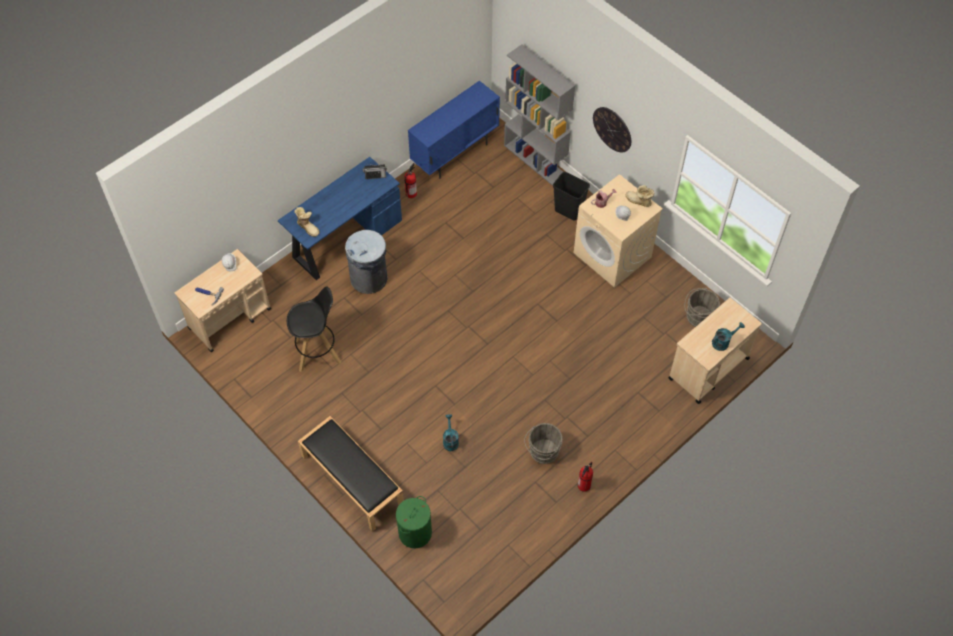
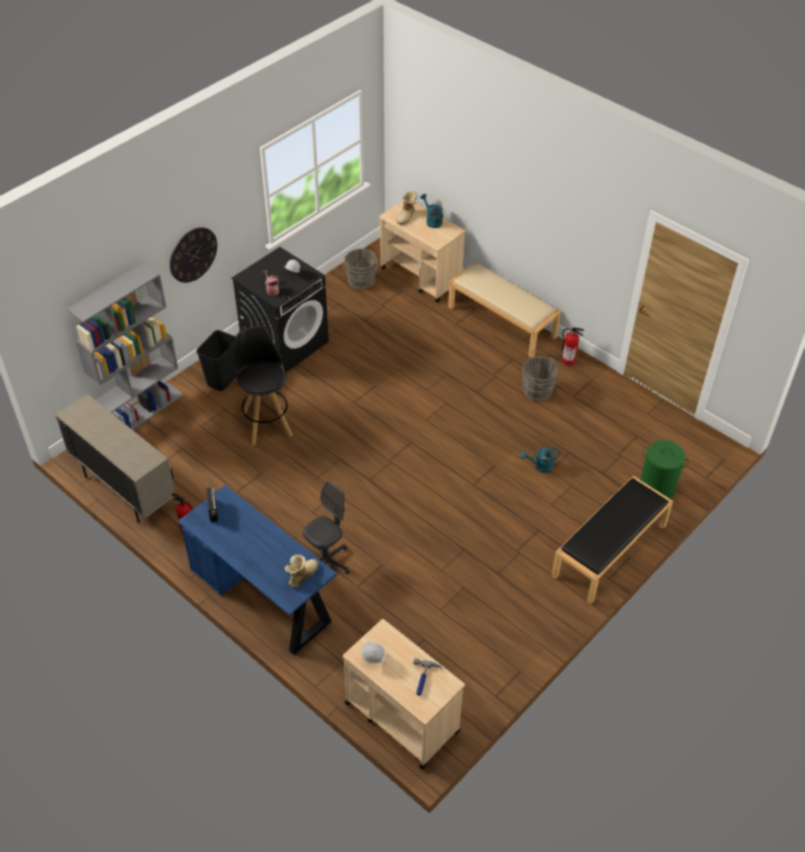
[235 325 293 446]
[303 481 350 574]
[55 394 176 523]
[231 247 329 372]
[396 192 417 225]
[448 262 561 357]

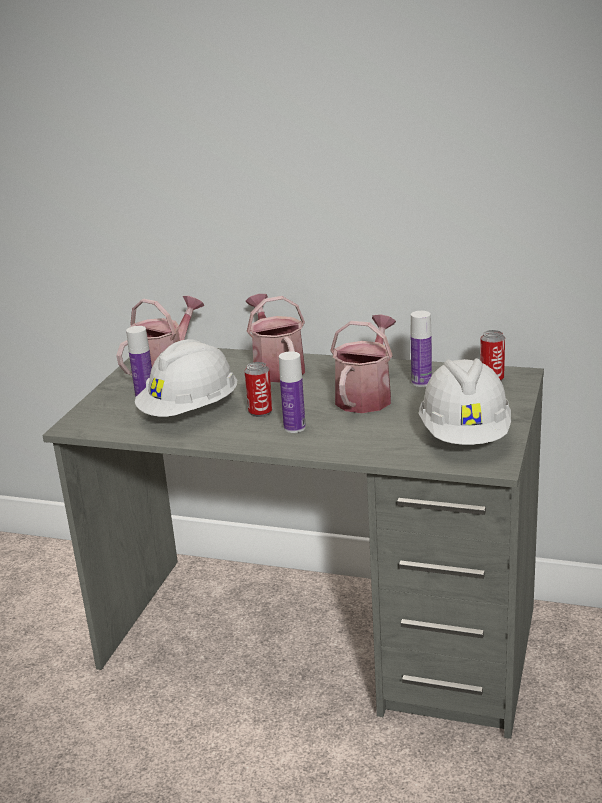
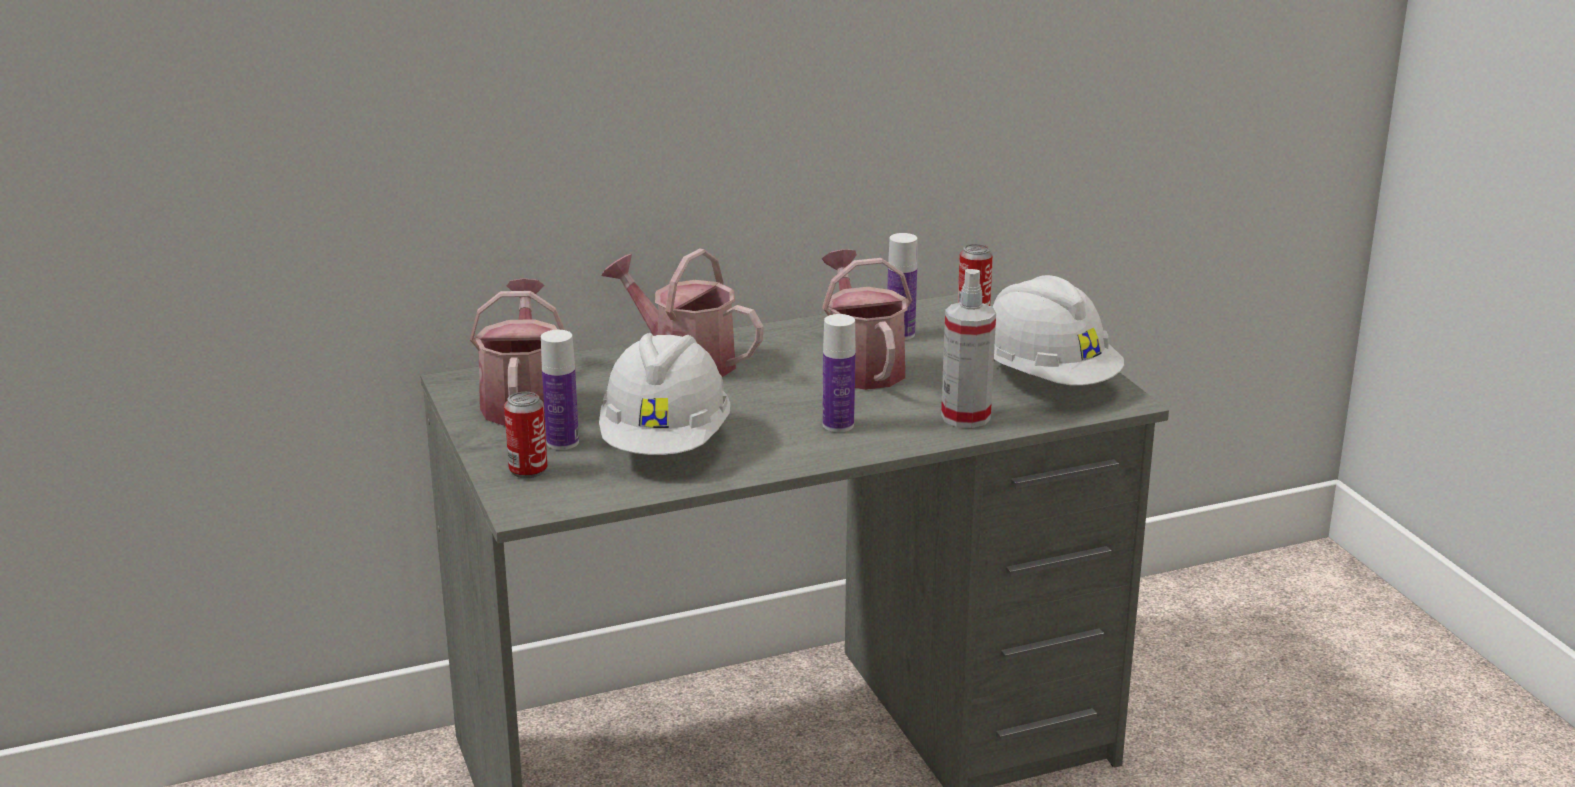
[504 392 547 478]
[941 269 996 428]

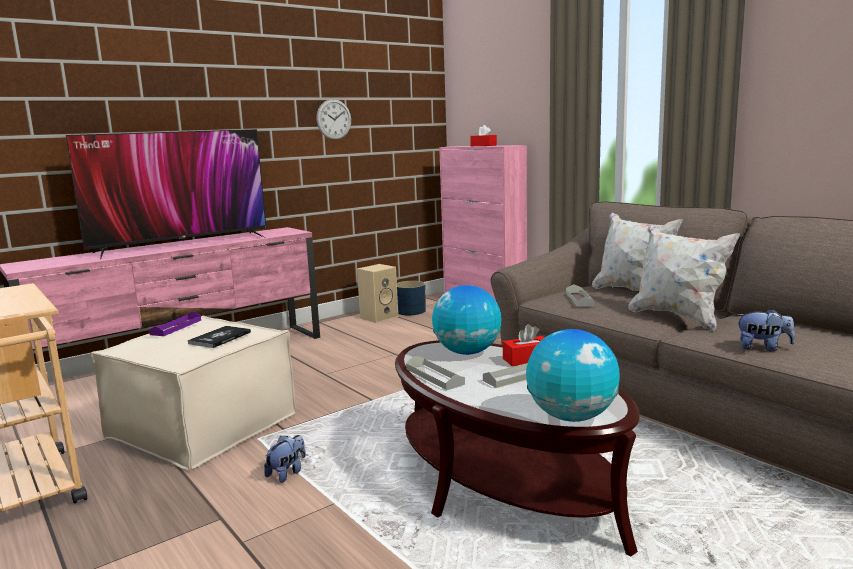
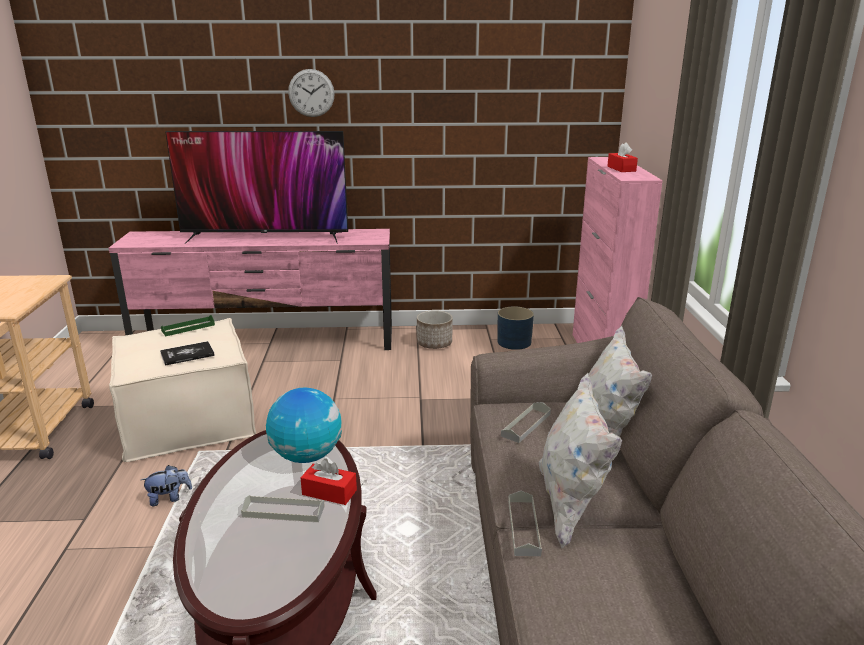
[161 315 215 336]
[288 69 335 117]
[357 264 398 323] (first image)
[508 491 542 556]
[526 329 620 422] (first image)
[737 308 795 352] (first image)
[417 310 453 349]

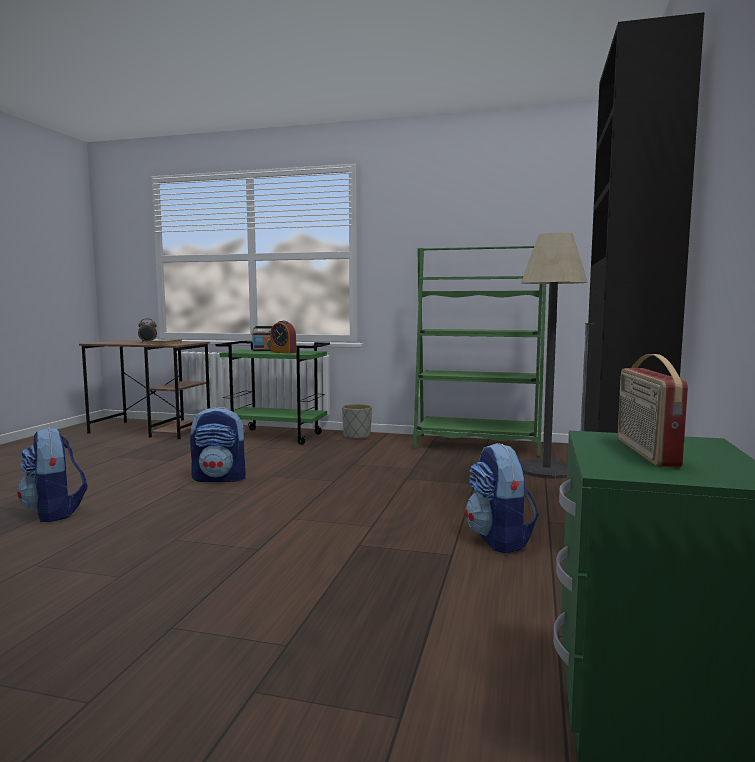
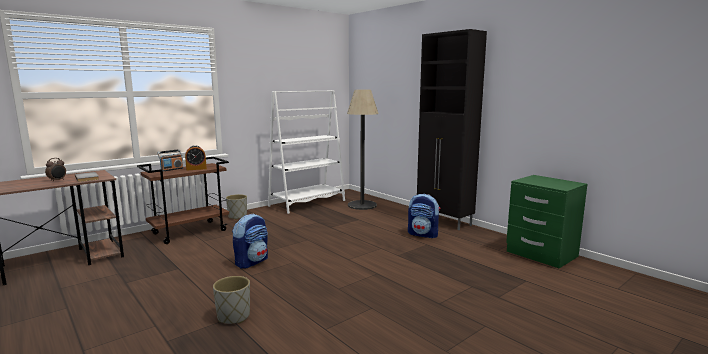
[213 276 250 324]
[137 157 229 244]
[268 90 345 214]
[618 354 688 467] (first image)

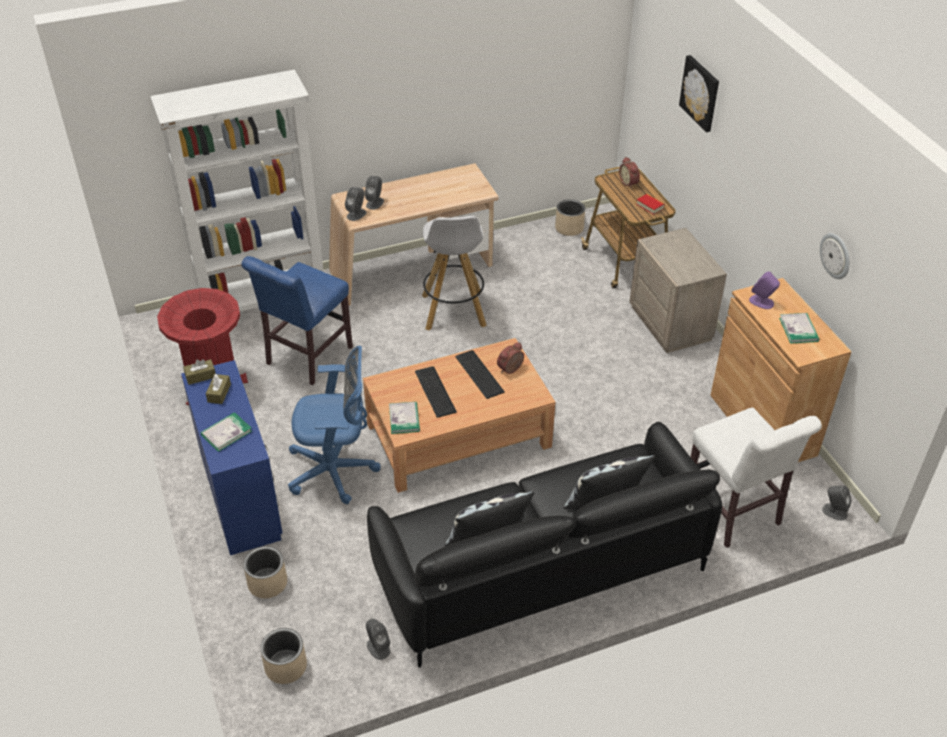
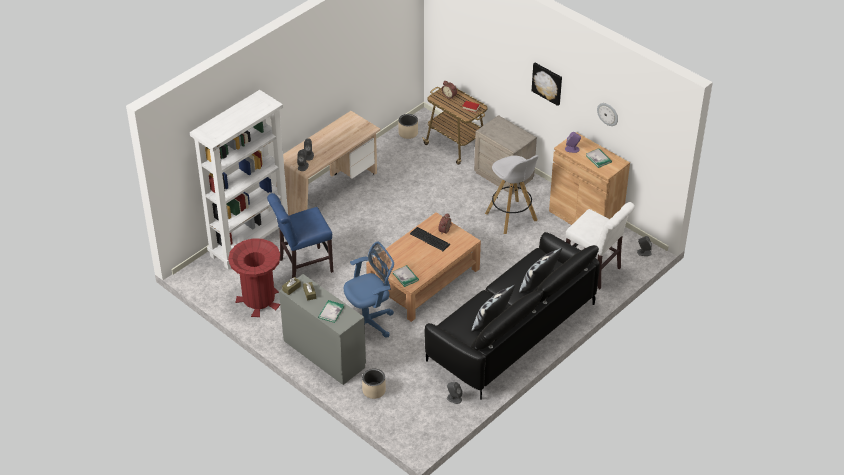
[279 274 366 385]
[267 193 333 278]
[260 628 307 684] (first image)
[415 366 457 418] (first image)
[485 155 538 234]
[532 63 562 106]

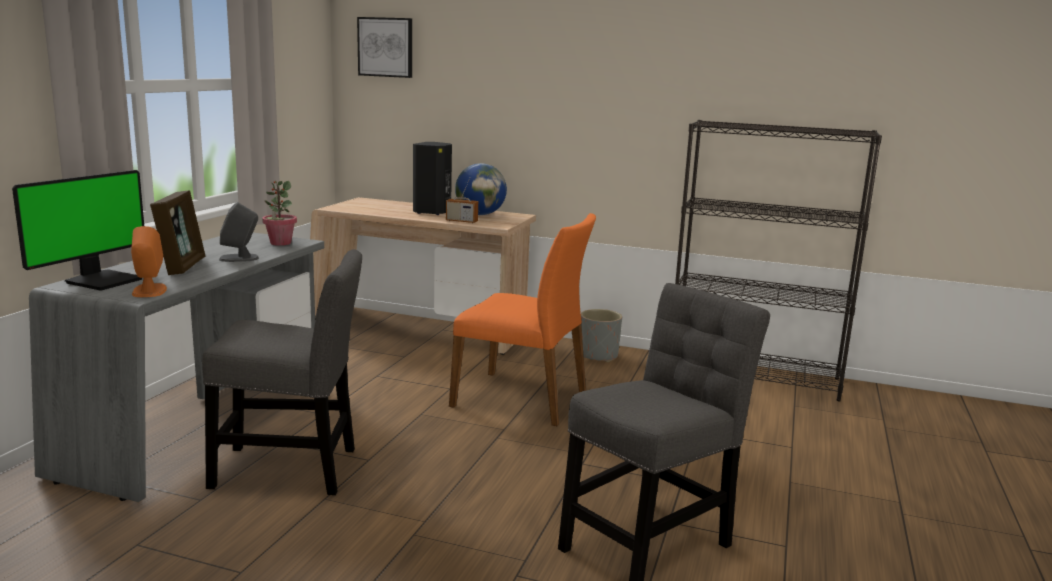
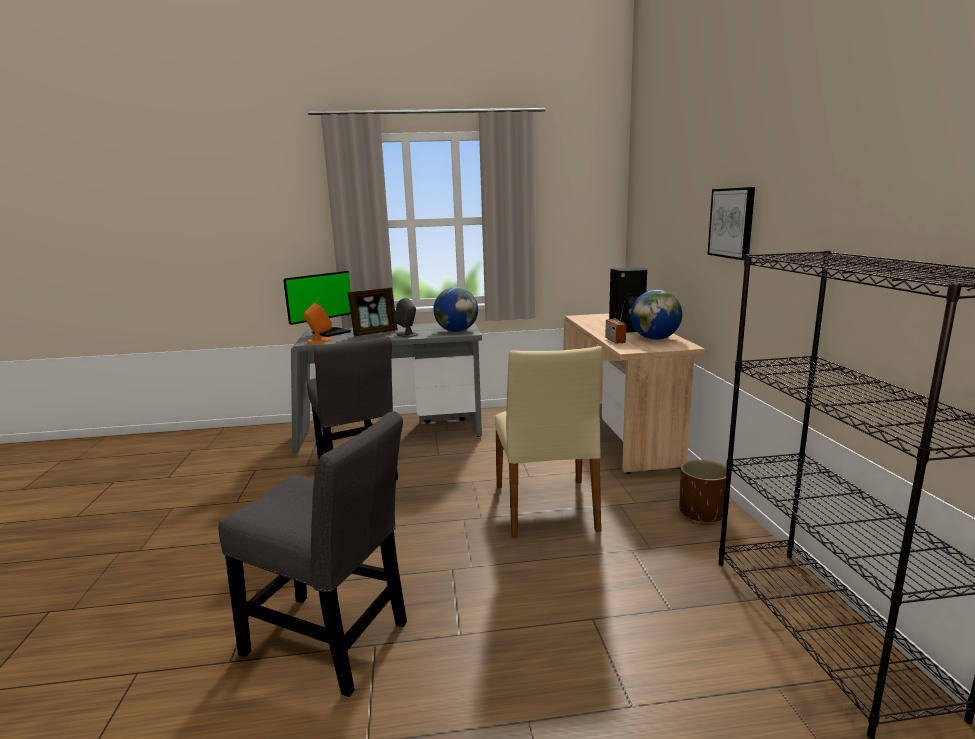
[283 271 351 337]
[433 287 478 332]
[707 187 755 260]
[495 346 602 538]
[679 460 727 523]

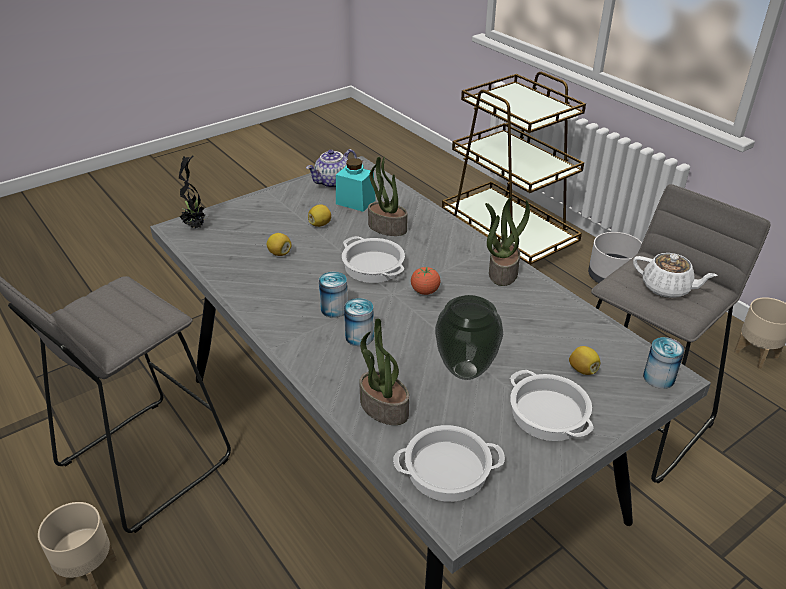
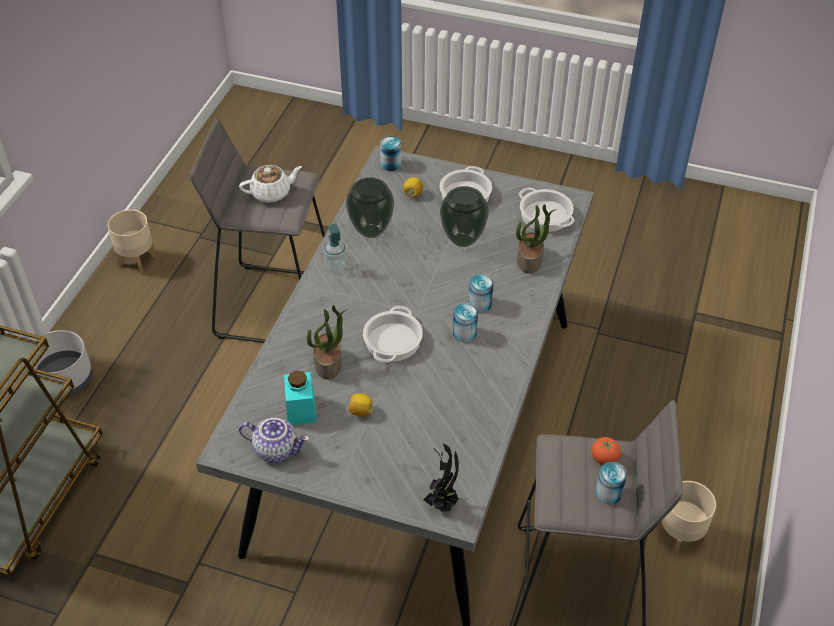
[267 233 292 256] (first image)
[591 437 621 465]
[324 223 347 272]
[239 165 302 203]
[346 177 394 238]
[595 462 627 505]

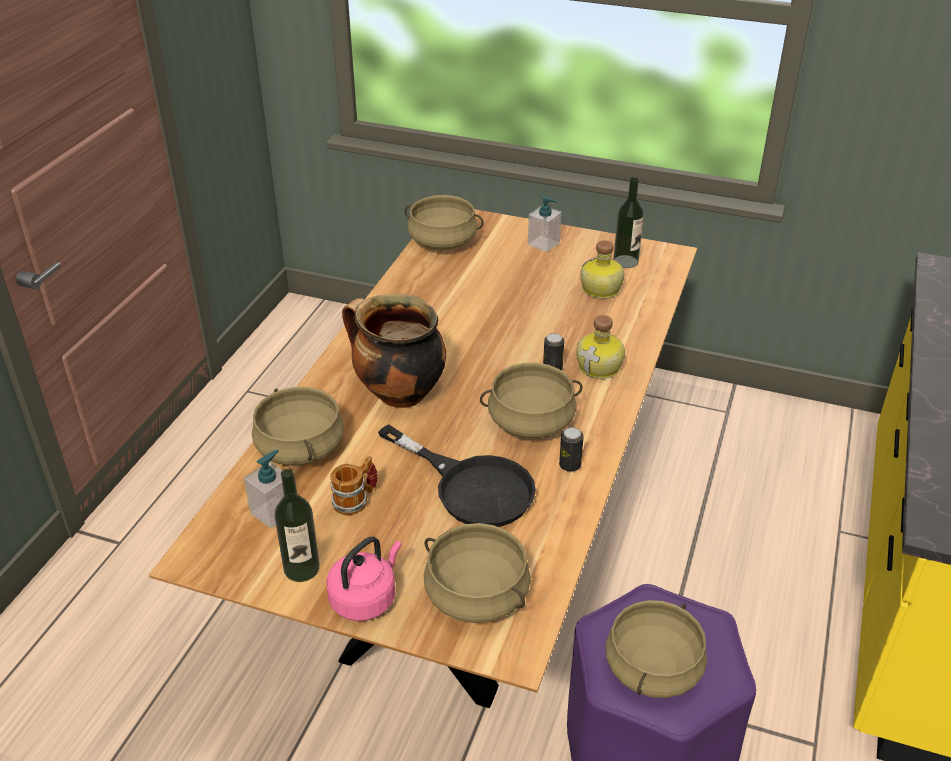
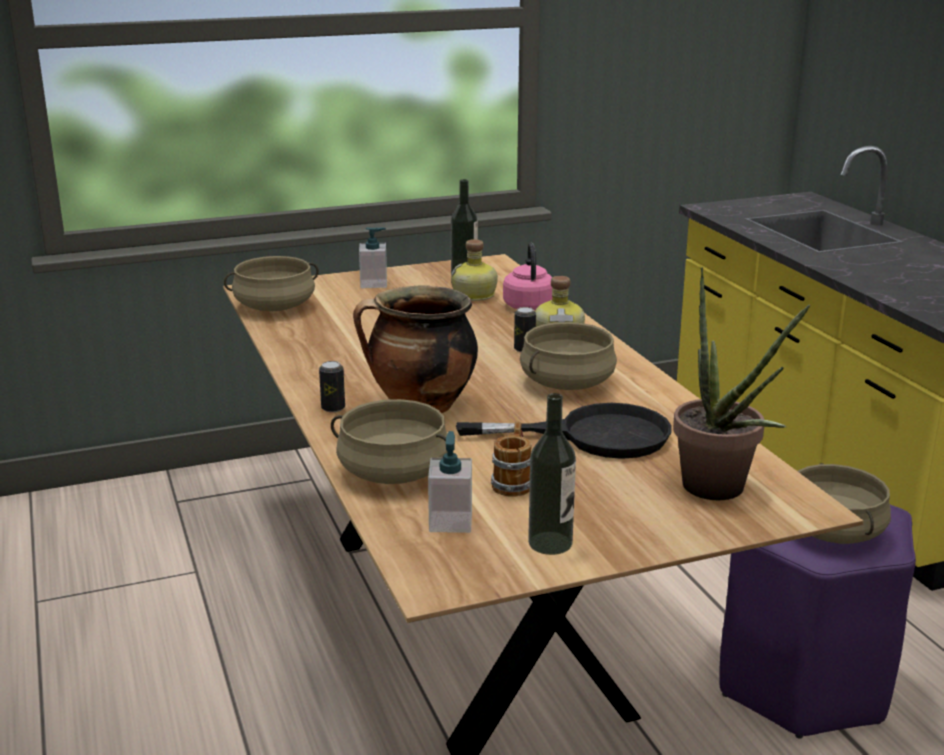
[503 243 552 310]
[673 267 811 500]
[319 361 345 412]

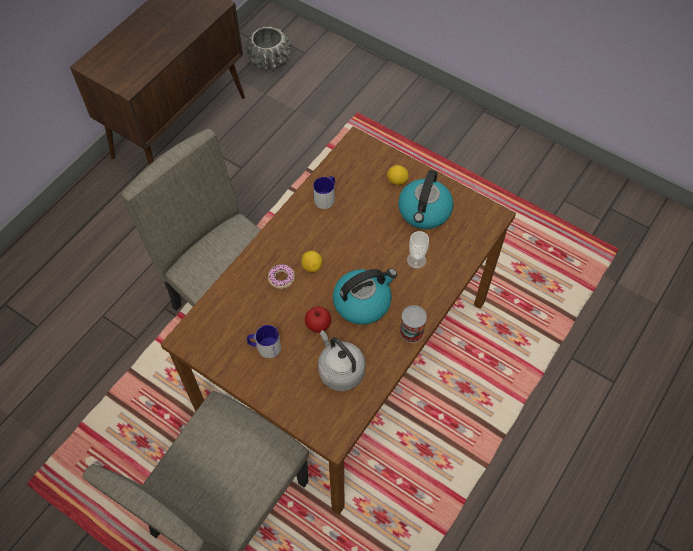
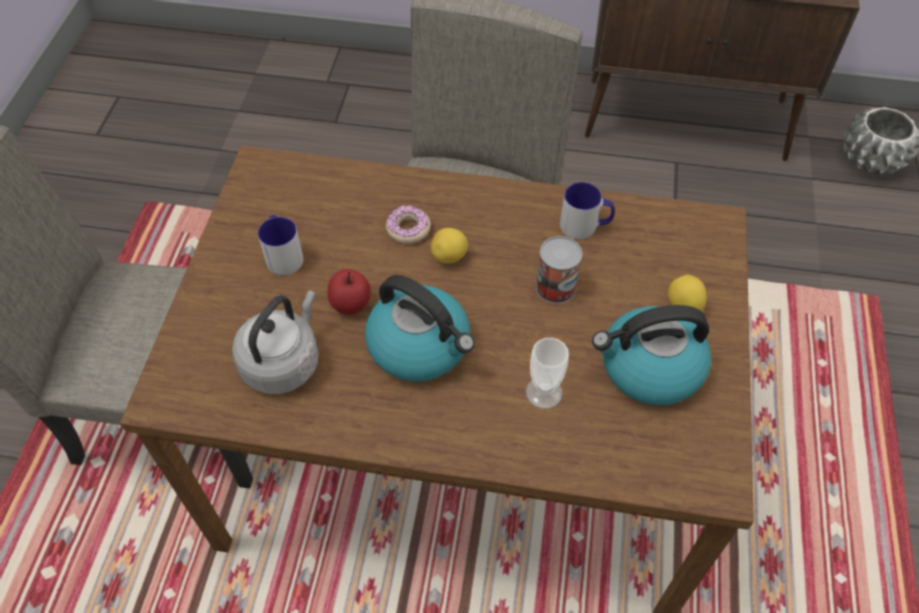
[536 236 582 304]

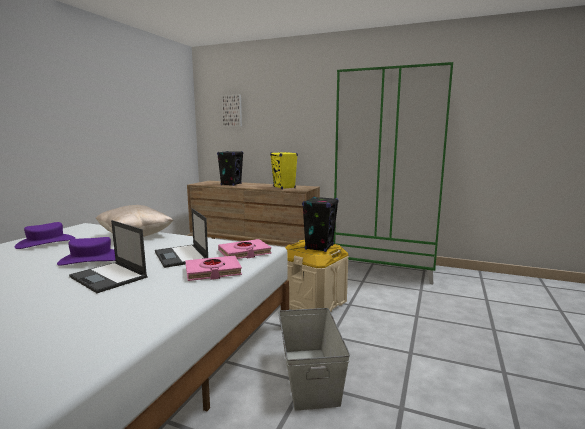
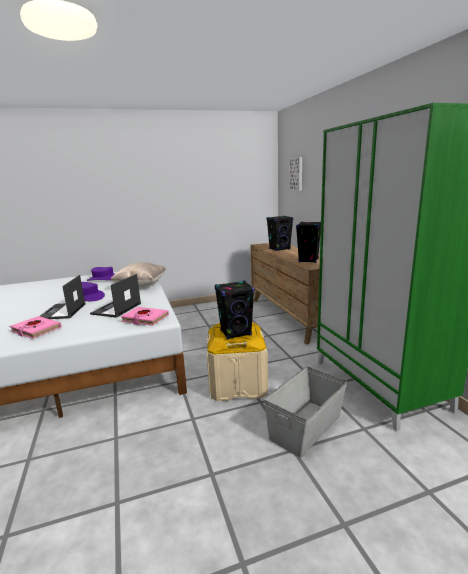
[9 316 62 339]
[296 221 321 263]
[264 366 347 457]

